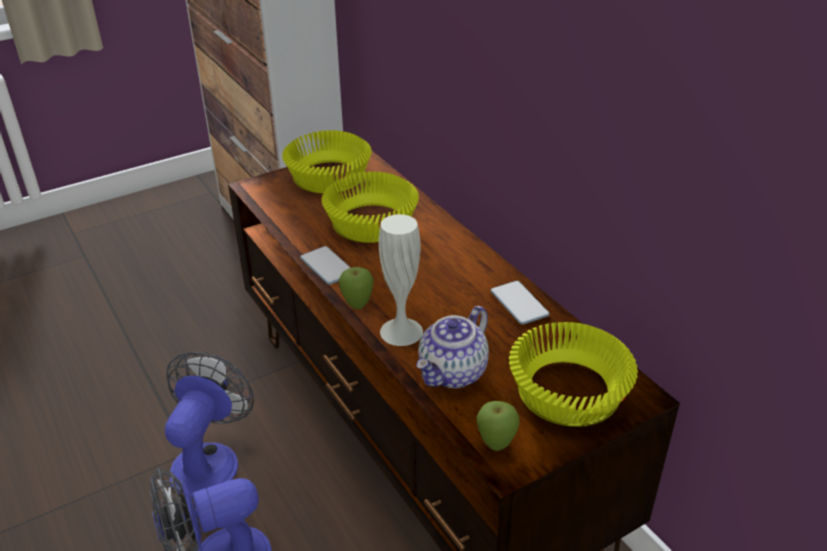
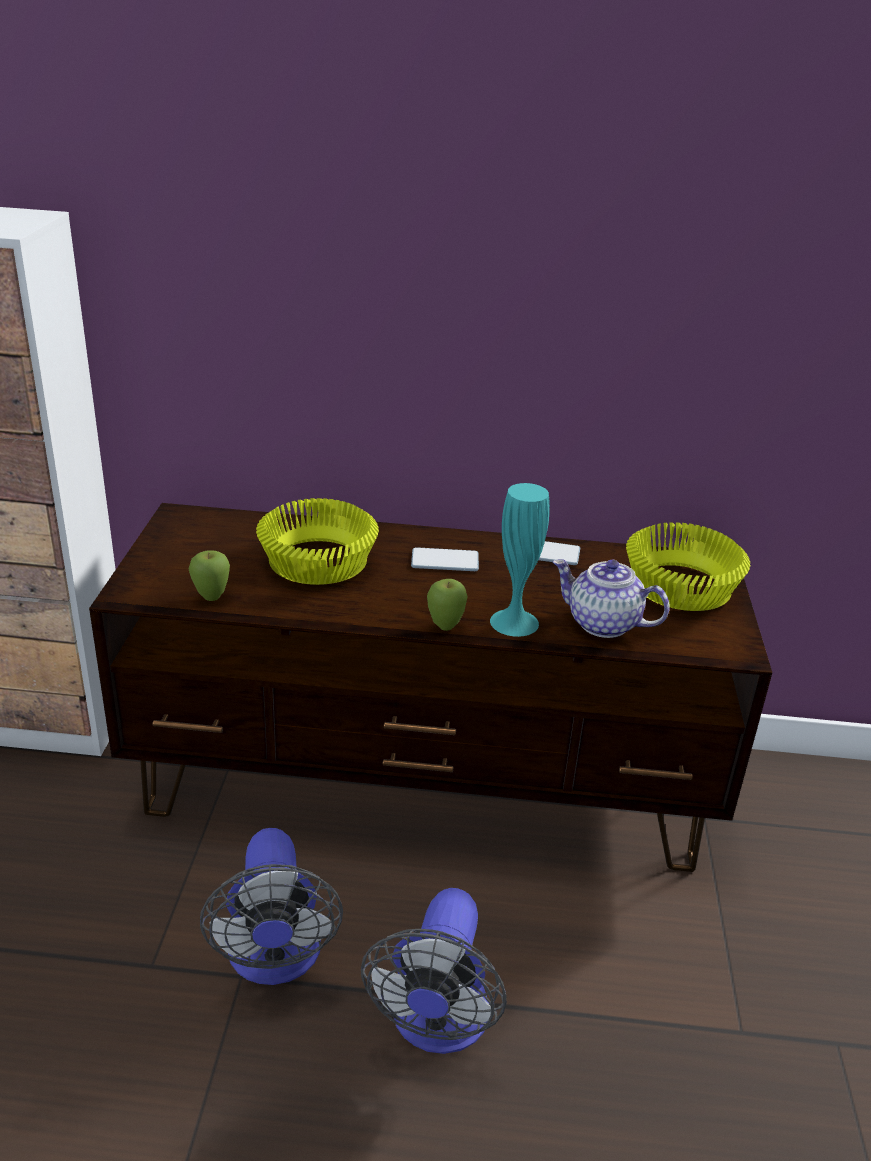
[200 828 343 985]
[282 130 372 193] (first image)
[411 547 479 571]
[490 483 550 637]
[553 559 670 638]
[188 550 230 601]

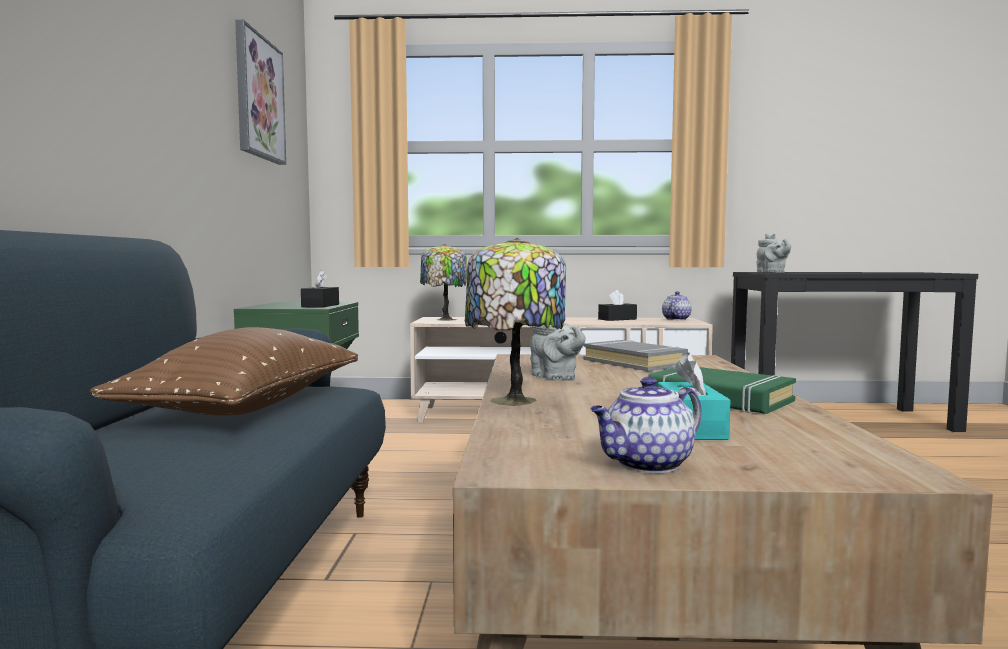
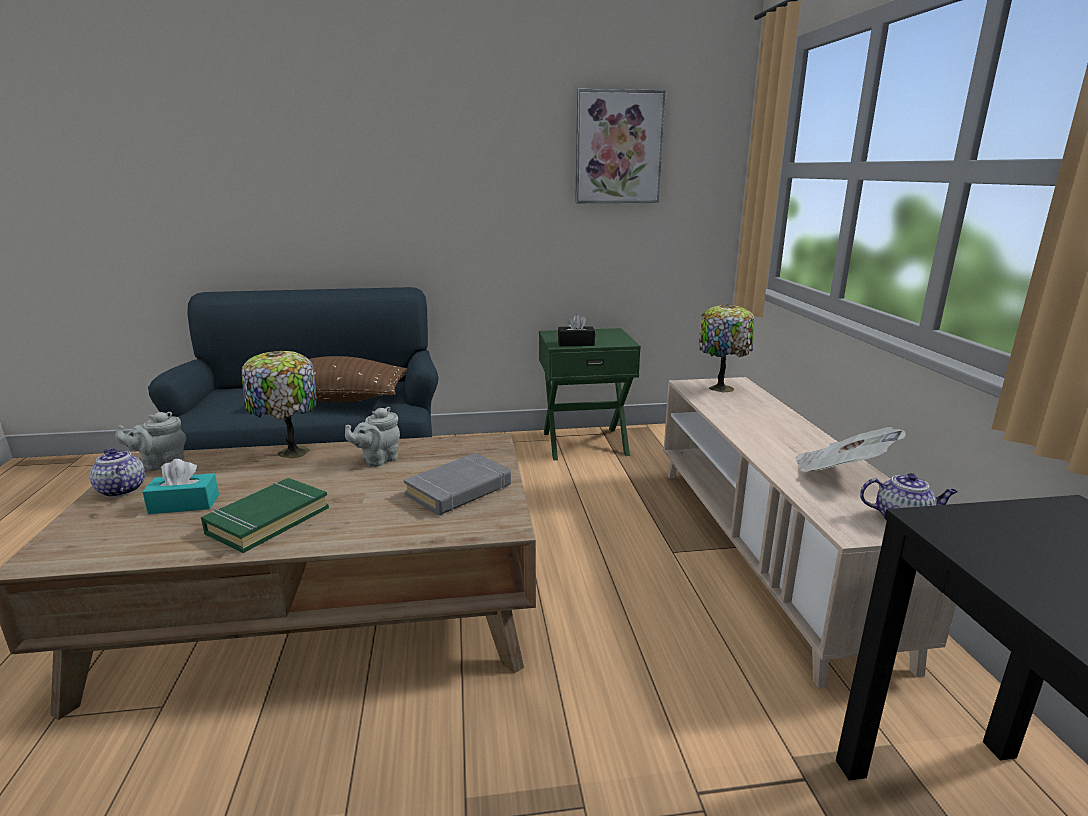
[796 427 906 473]
[115 412 187 471]

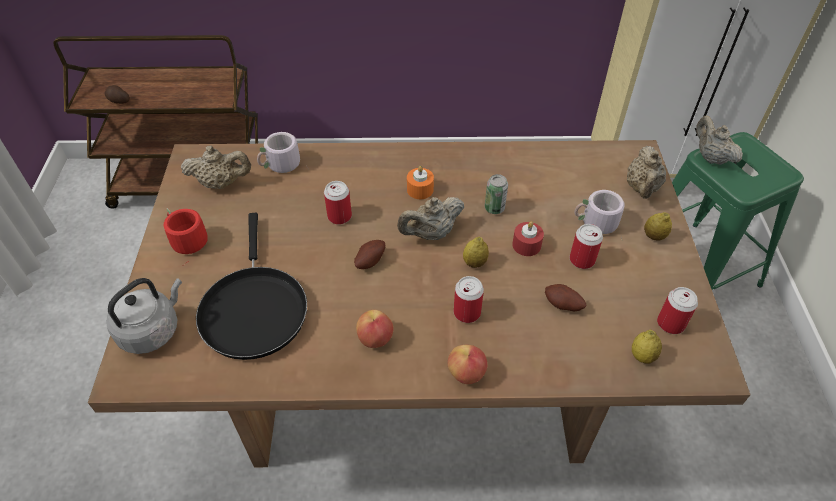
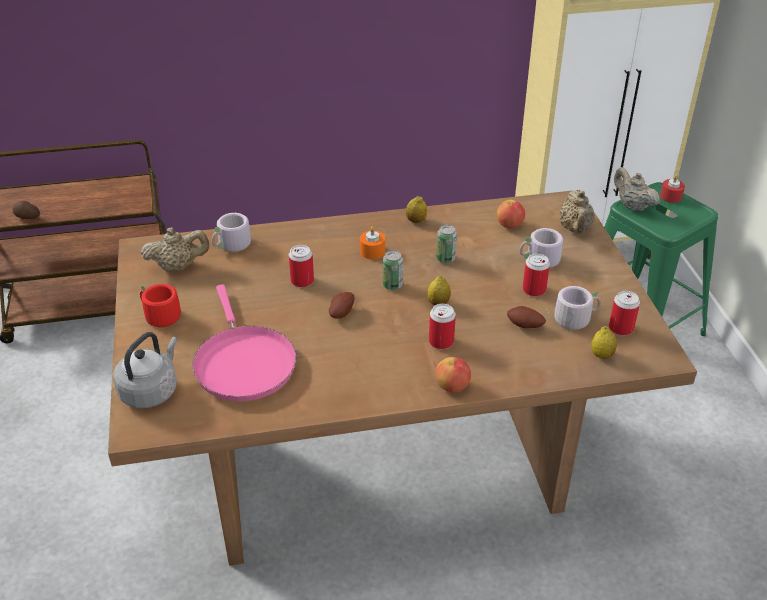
[192 284 296 401]
[497 200 525 229]
[383 250 403 290]
[660 175 685 203]
[406 196 427 223]
[546 286 601 330]

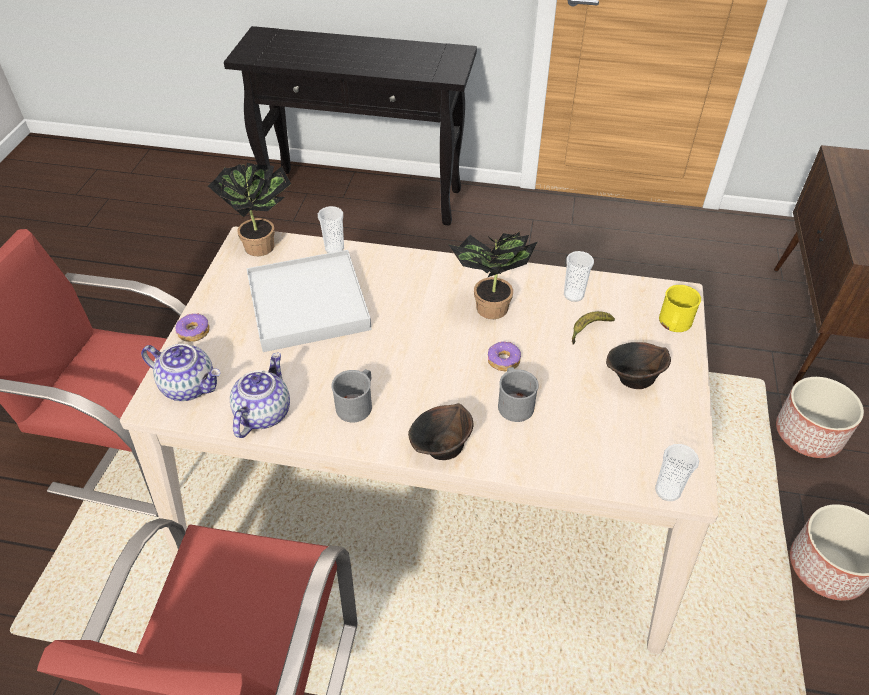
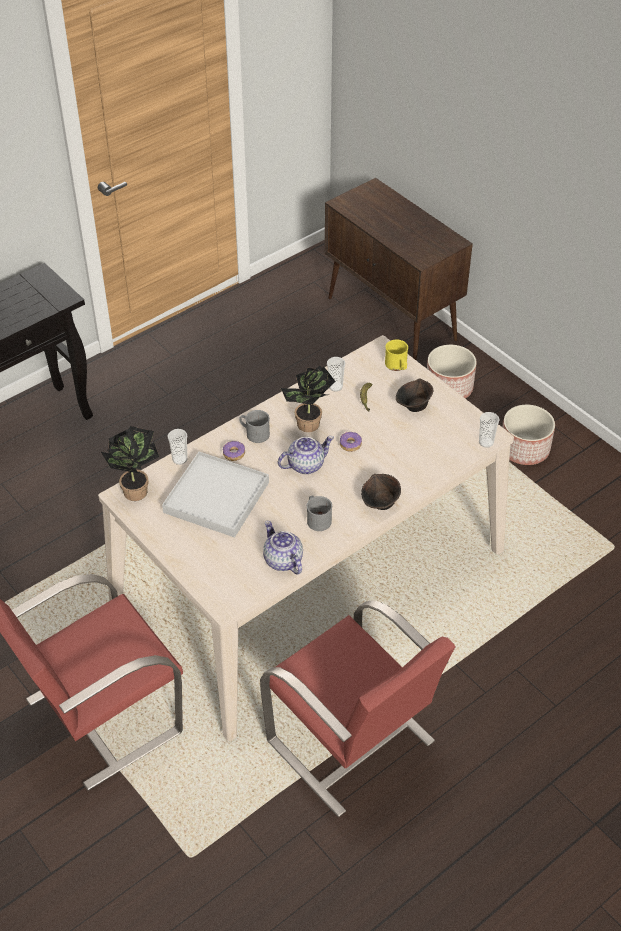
[278 436 334 474]
[223 441 245 461]
[240 410 270 443]

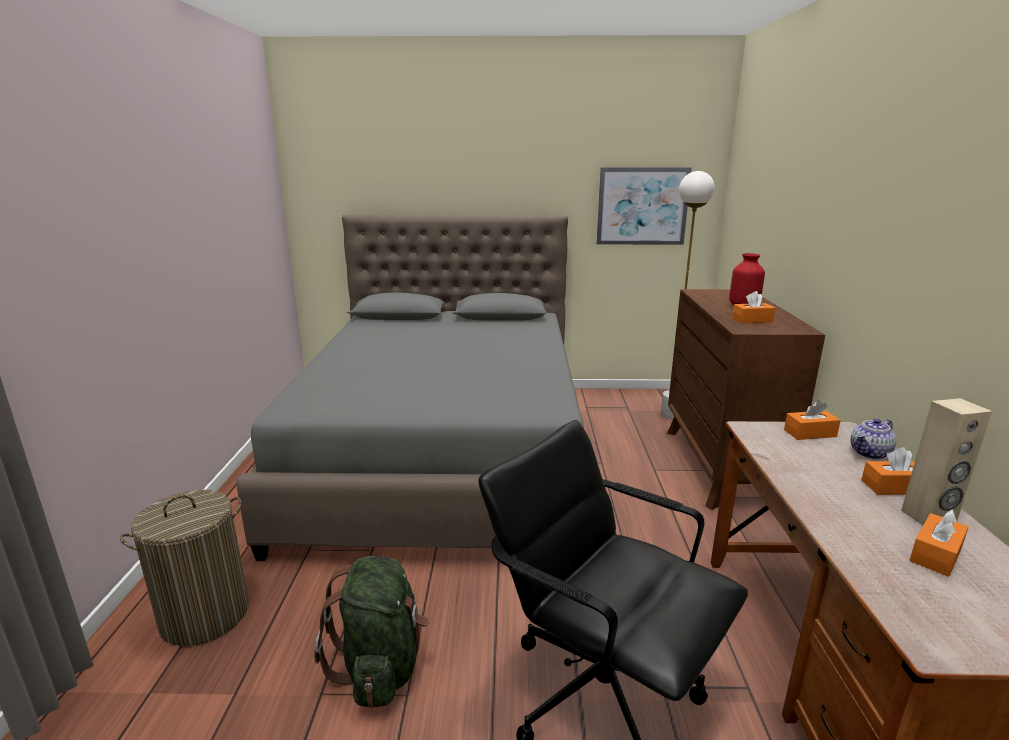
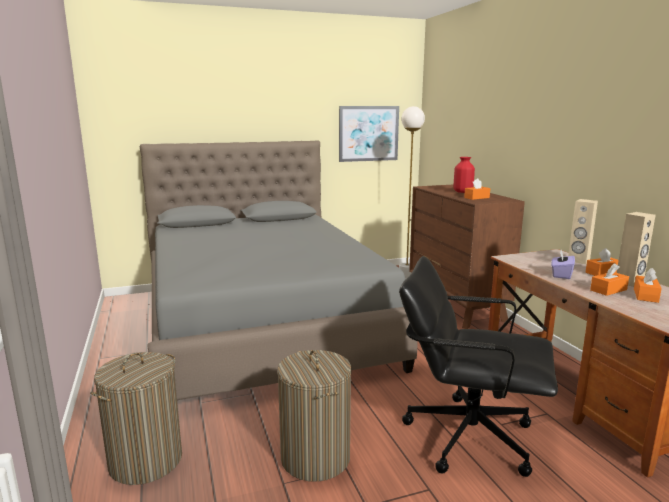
[277 350 351 482]
[590 263 629 296]
[568 199 598 264]
[551 249 575 279]

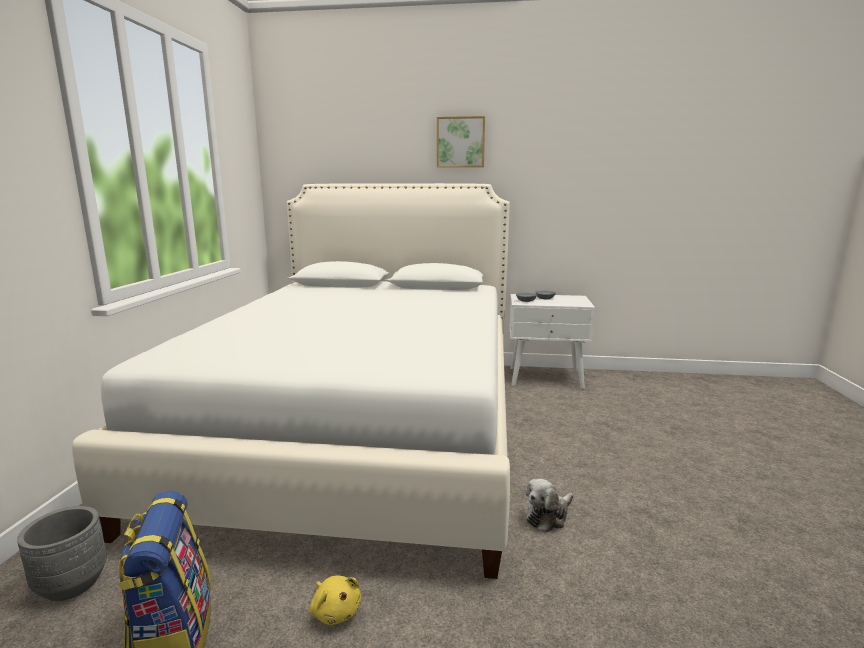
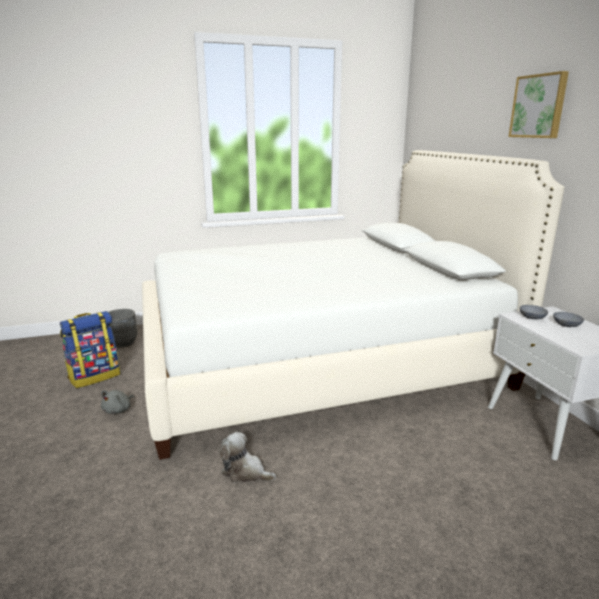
[101 390 135 414]

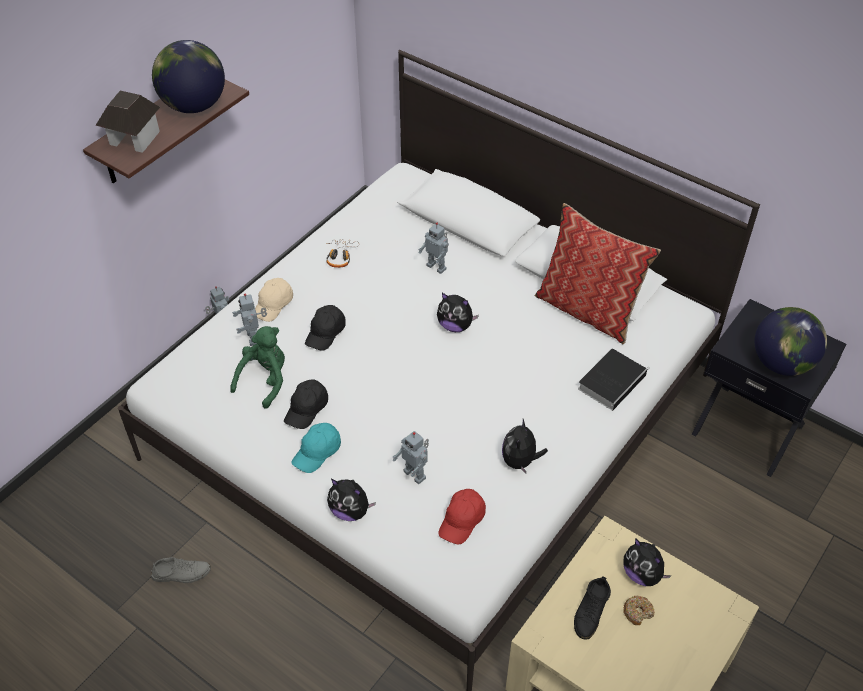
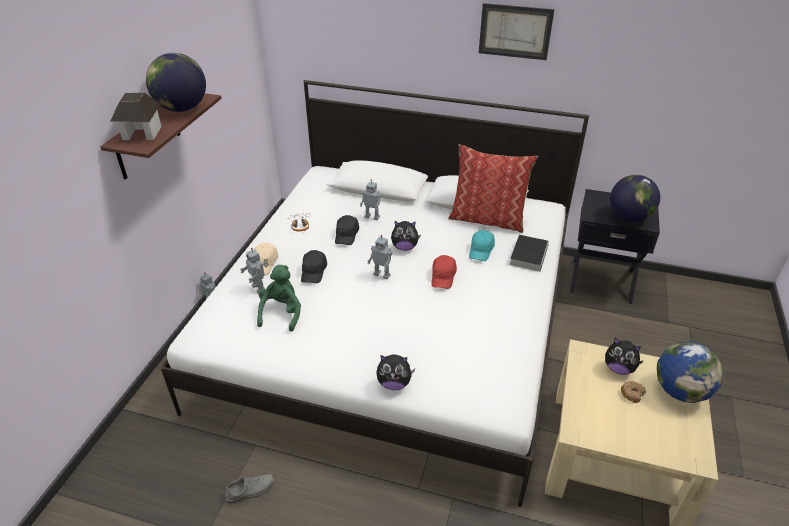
[335 215 359 245]
[469 230 495 261]
[368 235 392 279]
[431 255 457 289]
[502 419 548 474] (first image)
[574 576 611 640] (first image)
[479 3 554 60]
[657 342 723 403]

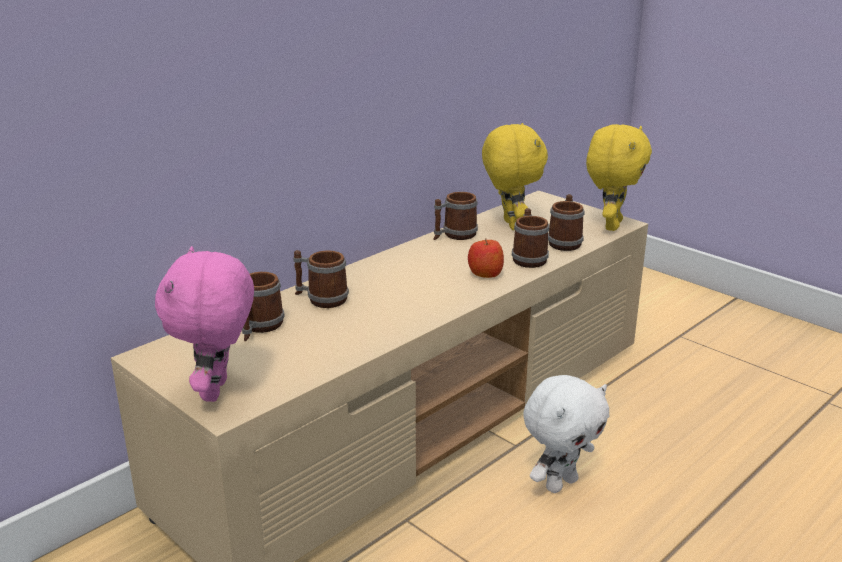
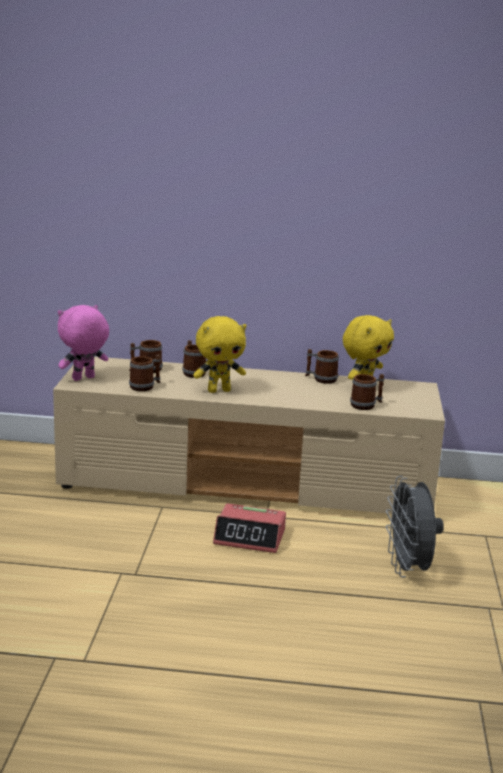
[468 238 504 278] (first image)
[129 355 161 391]
[213 503 286 553]
[193 316 247 393]
[386 476 444 577]

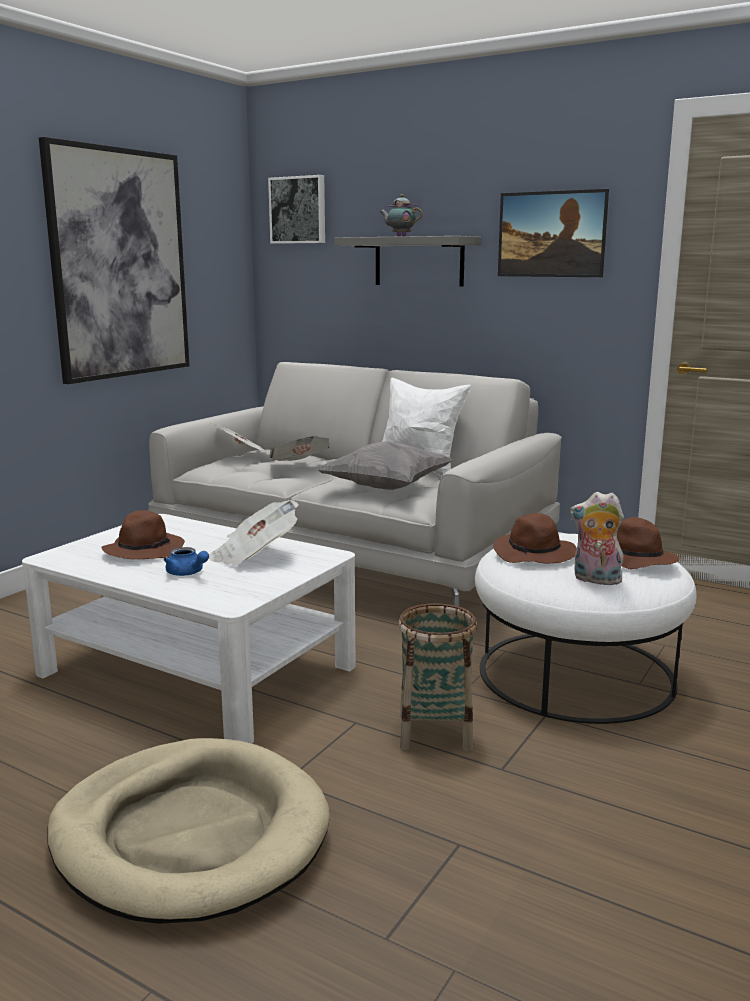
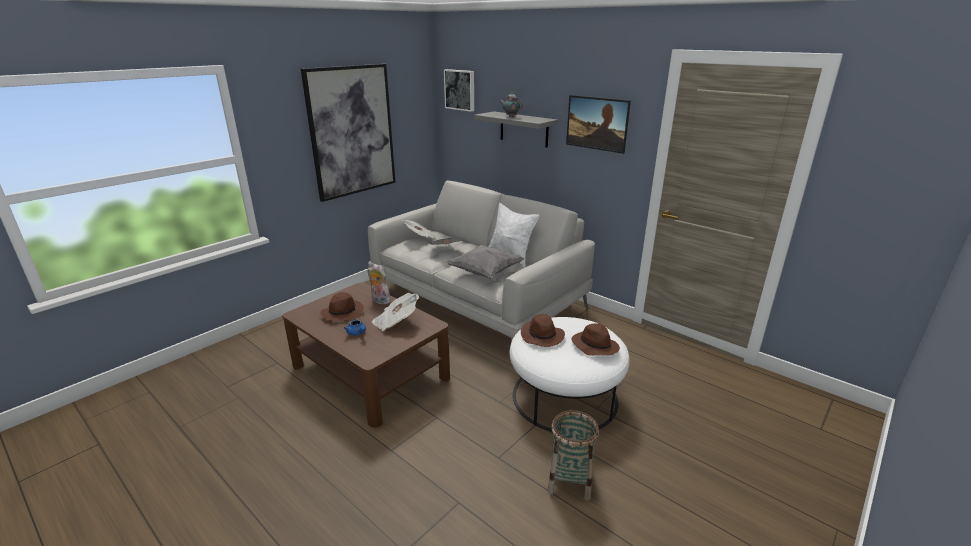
[283 282 450 428]
[47 738 330 924] (first image)
[548 410 599 501]
[367 264 391 305]

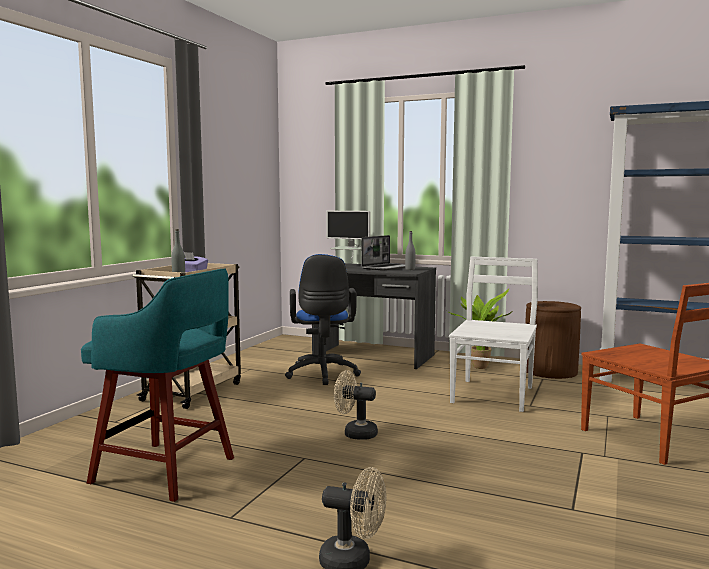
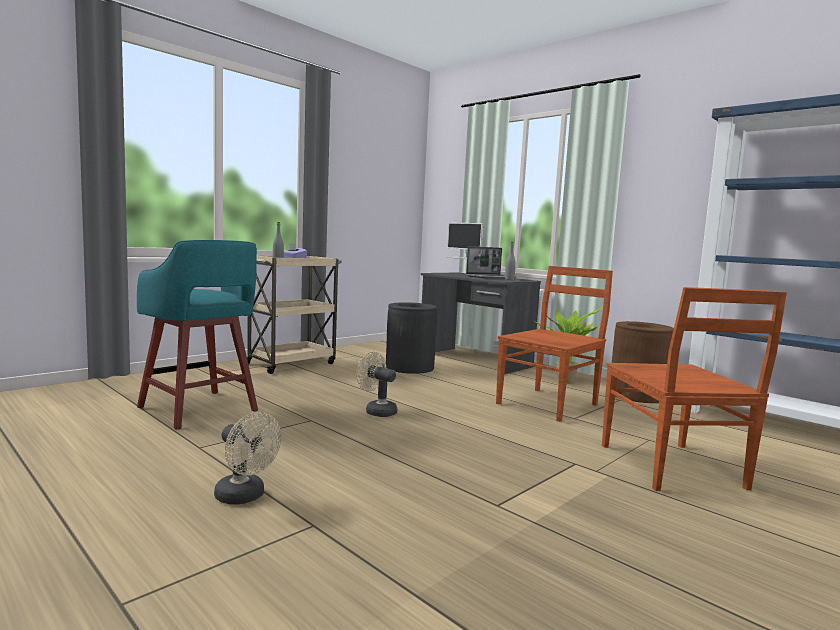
[386 302 437 374]
[496 266 613 422]

